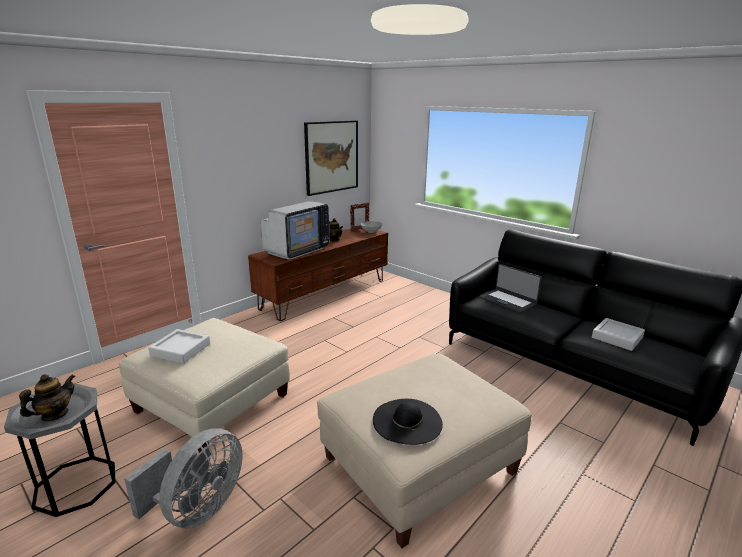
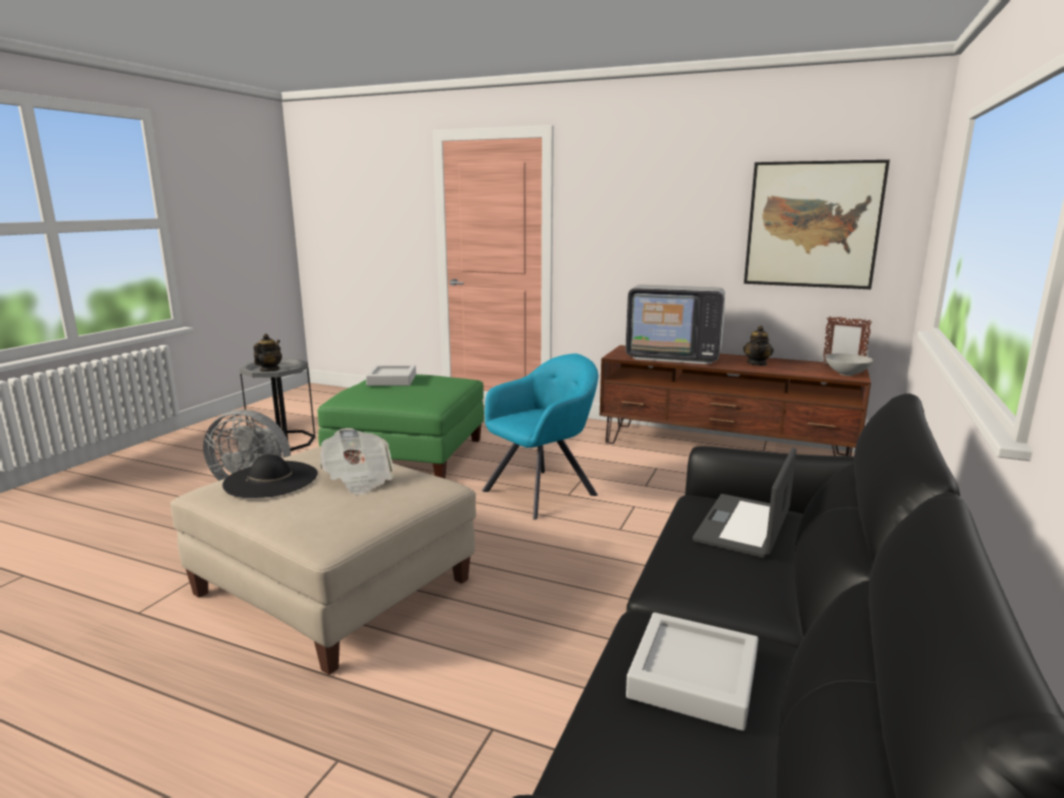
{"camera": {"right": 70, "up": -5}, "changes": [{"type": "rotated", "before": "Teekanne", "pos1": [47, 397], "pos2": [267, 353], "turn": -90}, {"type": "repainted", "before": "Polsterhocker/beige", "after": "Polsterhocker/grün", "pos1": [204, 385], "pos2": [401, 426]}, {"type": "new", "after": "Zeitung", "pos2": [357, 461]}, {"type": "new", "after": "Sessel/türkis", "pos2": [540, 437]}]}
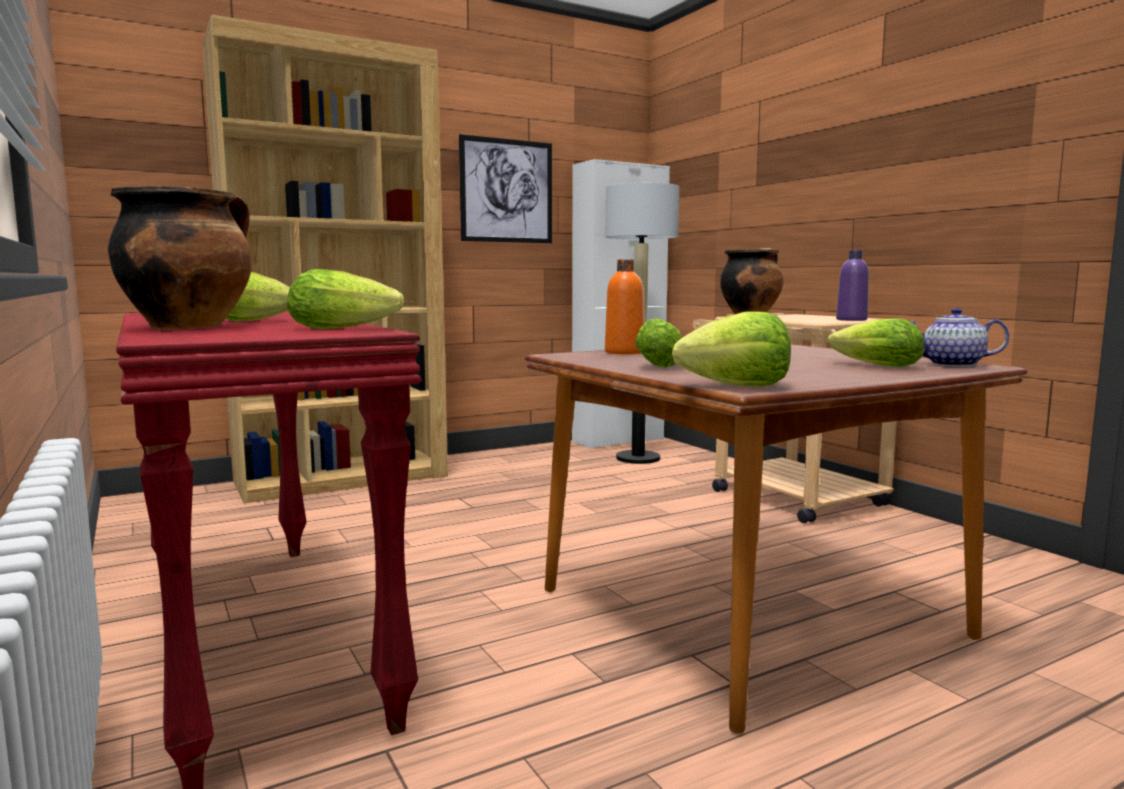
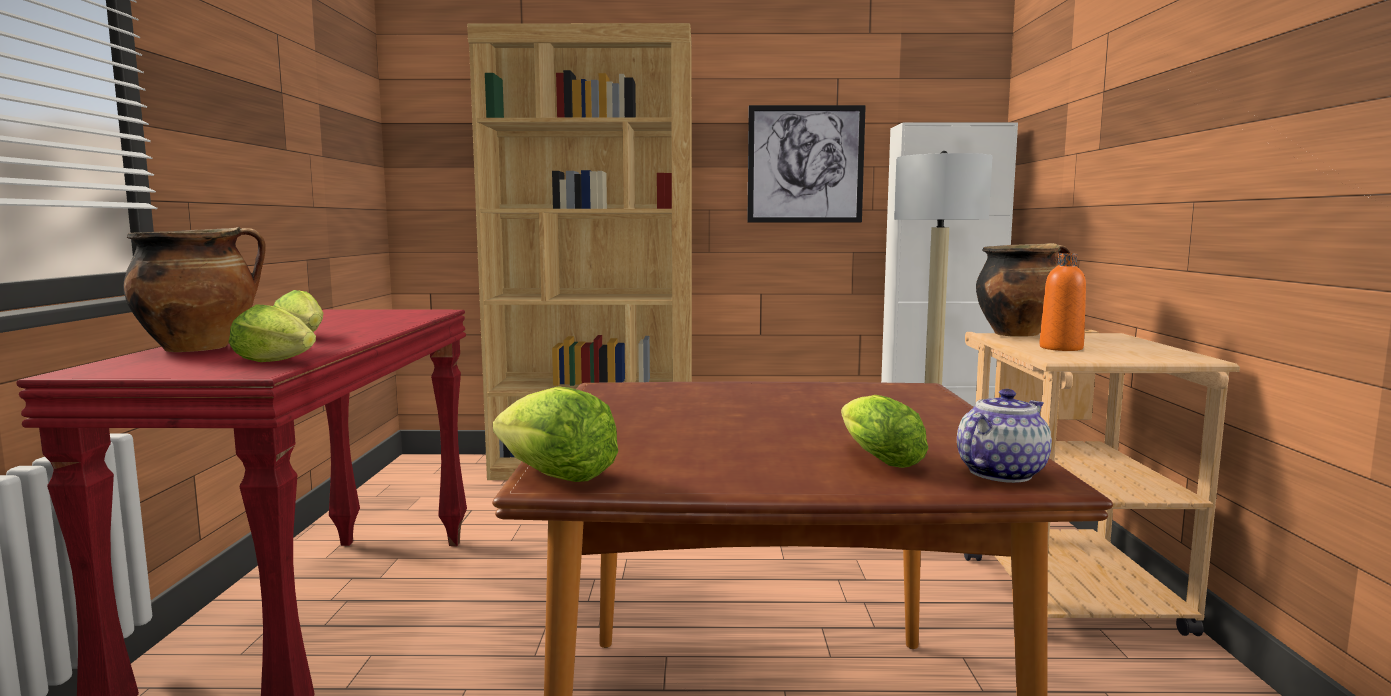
{"camera": {"right": 30, "up": 0}, "changes": [{"type": "rotated", "before": "Teekanne", "pos1": [959, 337], "pos2": [1004, 436], "turn": 90}, {"type": "shifted", "before": "Flasche/orange", "pos1": [624, 306], "pos2": [1062, 302]}, {"type": "gone", "before": "Salatkopf", "pos1": [658, 343]}, {"type": "gone", "before": "Flasche/lila", "pos1": [852, 285]}]}
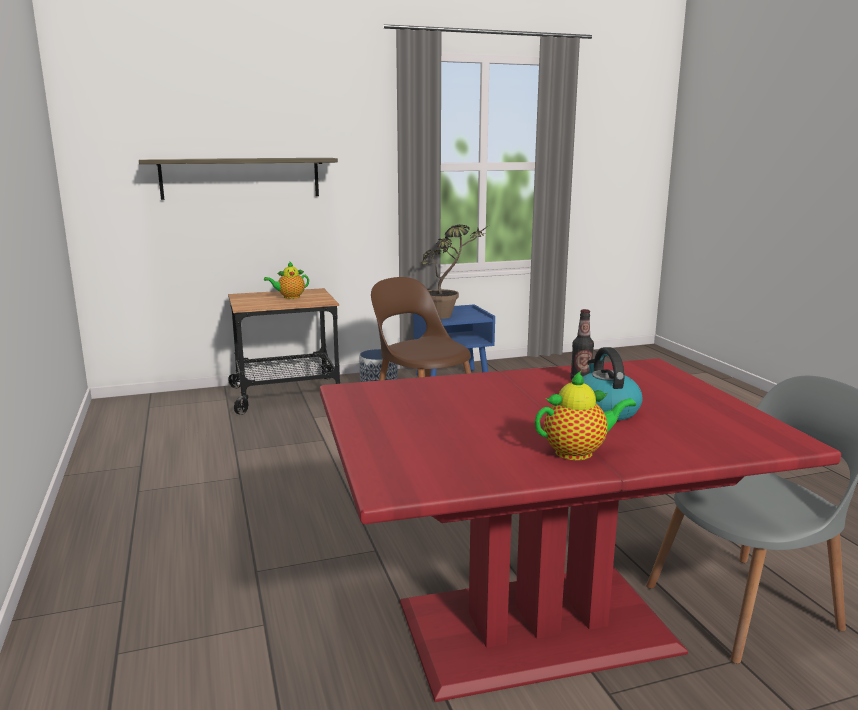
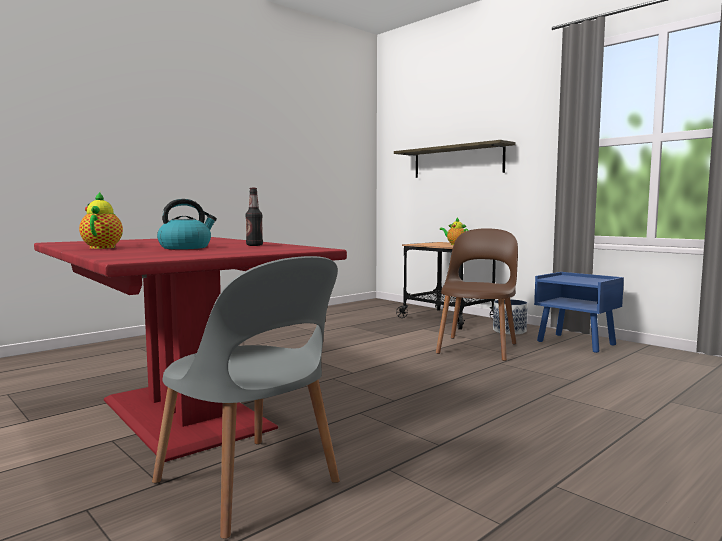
{"camera": {"right": 65, "up": -10}, "changes": [{"type": "rotated", "before": "Teekanne", "pos1": [585, 415], "pos2": [101, 220], "turn": -150}, {"type": "gone", "before": "Topfpflanze", "pos1": [454, 272]}]}
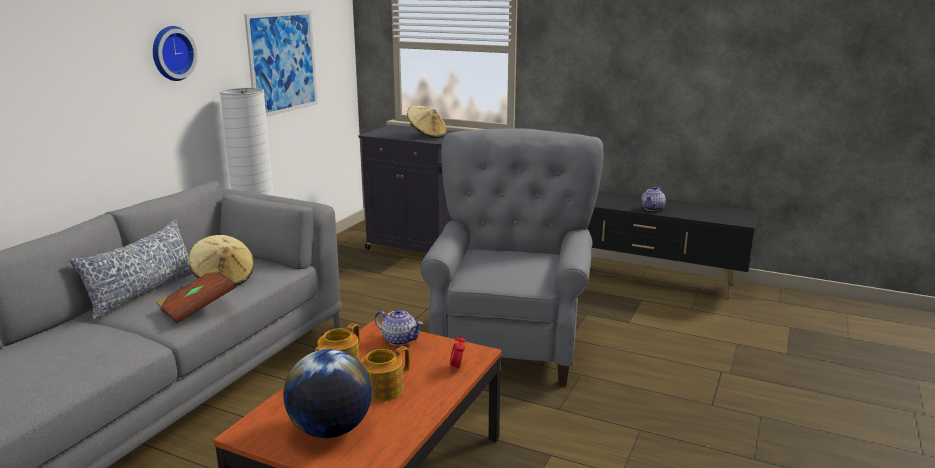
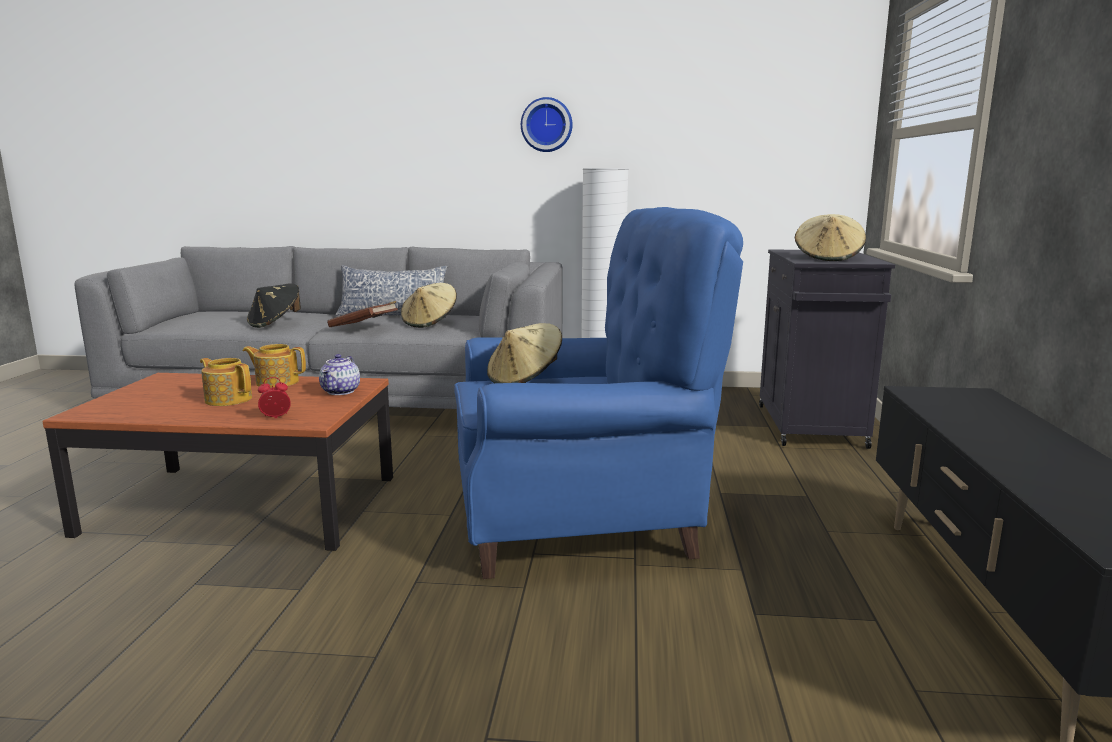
{"camera": {"right": 70, "up": -5}, "changes": [{"type": "new", "after": "Hut/schwarz", "pos2": [274, 305]}, {"type": "repainted", "before": "Sessel/grau", "after": "Sessel/blau", "pos1": [511, 257], "pos2": [598, 393]}, {"type": "new", "after": "Hut/beige", "pos2": [524, 353]}, {"type": "gone", "before": "Bild", "pos1": [281, 63]}, {"type": "gone", "before": "Globus", "pos1": [327, 393]}, {"type": "gone", "before": "Teekanne", "pos1": [653, 199]}]}
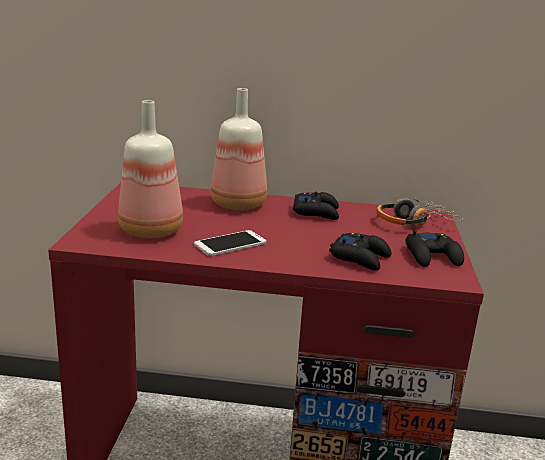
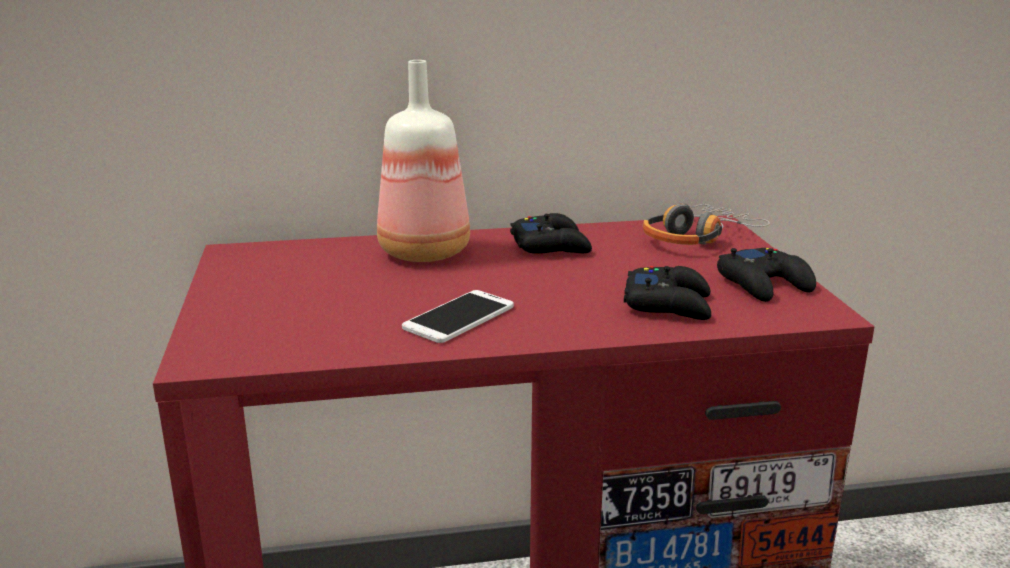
{"camera": {"right": -15, "up": 0}, "changes": [{"type": "gone", "before": "Flasche", "pos1": [150, 169]}]}
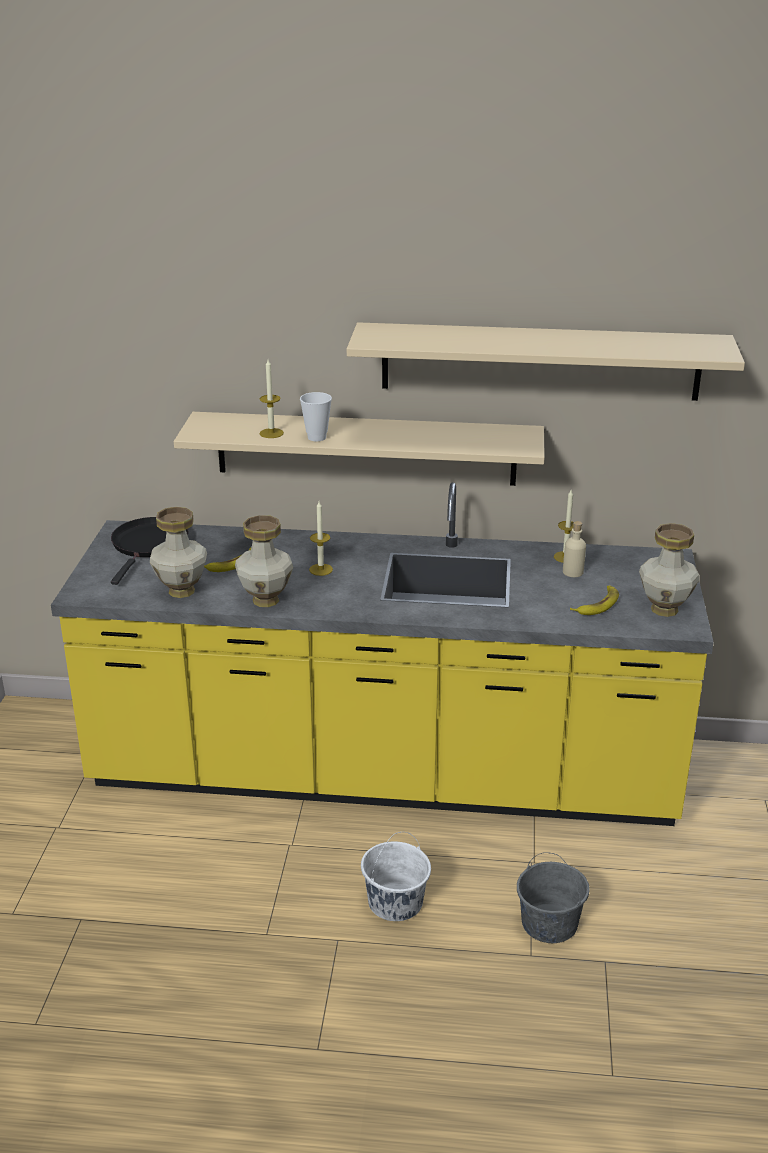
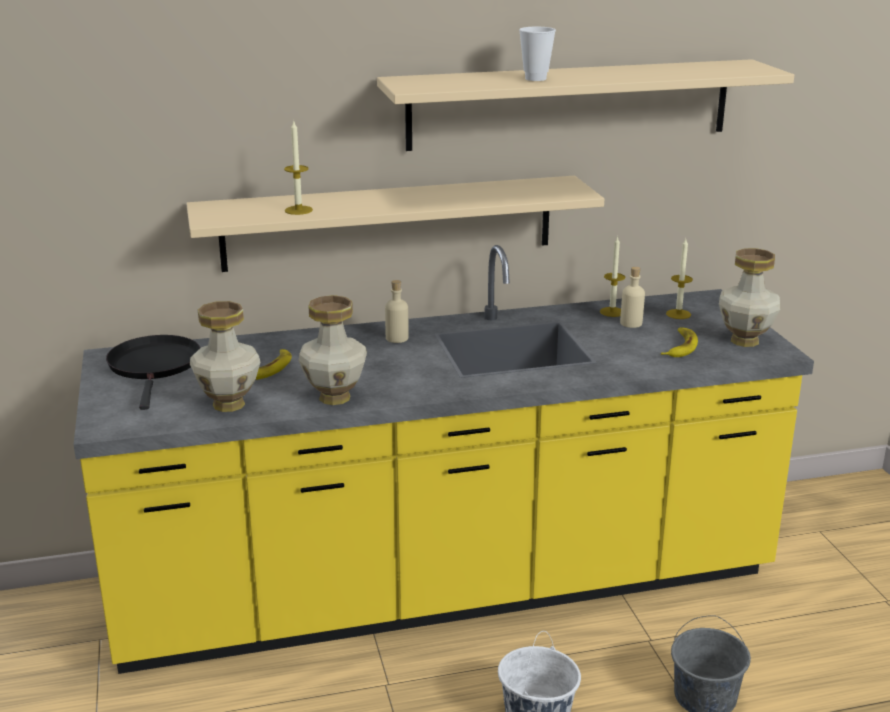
{"camera": {"right": -20, "up": -5}, "changes": [{"type": "new", "after": "Flasche/beige", "pos2": [396, 311]}, {"type": "shifted", "before": "Tasse", "pos1": [316, 416], "pos2": [537, 54]}, {"type": "shifted", "before": "Kerze", "pos1": [321, 538], "pos2": [679, 279]}]}
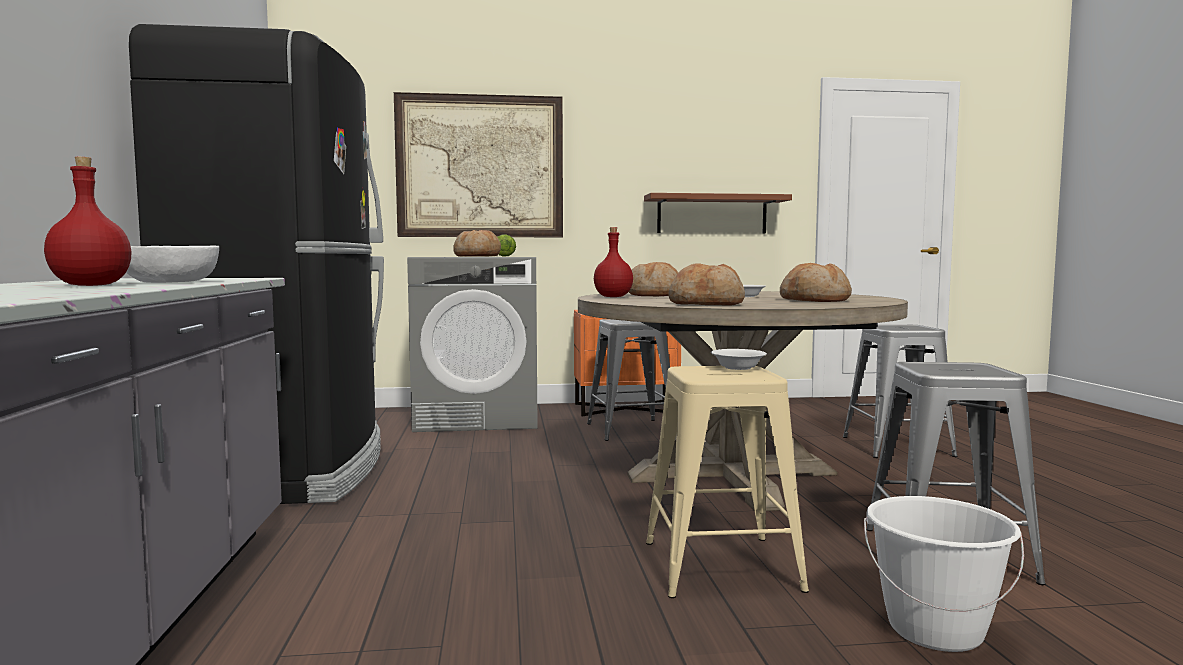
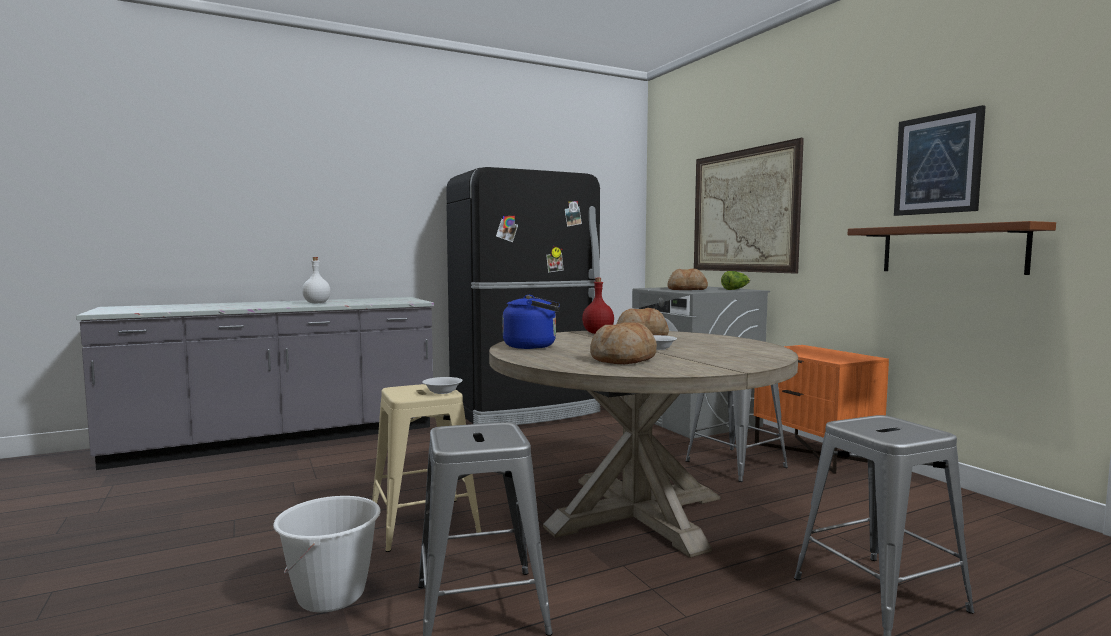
{"camera": {"right": 70, "up": 0}, "changes": [{"type": "repainted", "before": "Flasche/rot", "after": "Flasche/weiß", "pos1": [88, 221], "pos2": [316, 280]}, {"type": "swapped", "before": "Brot", "after": "Wasserkessel/blau", "pos1": [706, 284], "pos2": [531, 322]}, {"type": "new", "after": "Bild", "pos2": [940, 160]}, {"type": "gone", "before": "Schüssel/weiß", "pos1": [172, 264]}]}
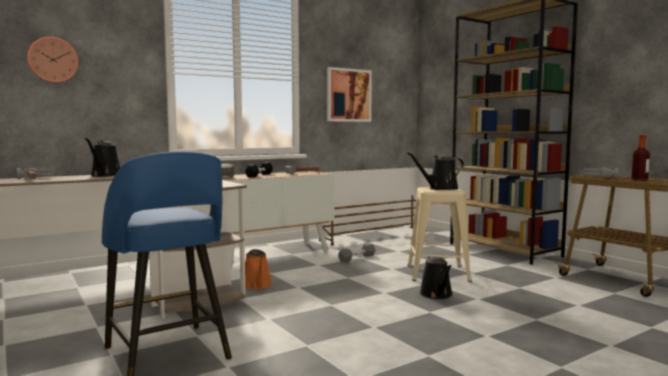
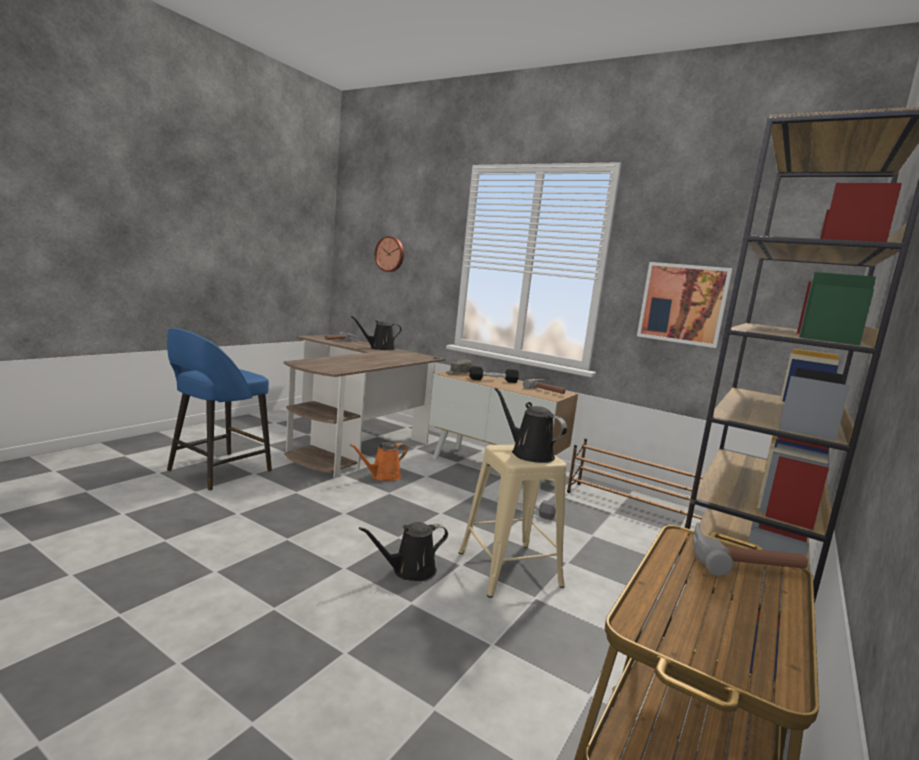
{"camera": {"right": 65, "up": 5}, "changes": [{"type": "gone", "before": "Flasche", "pos1": [640, 158]}]}
